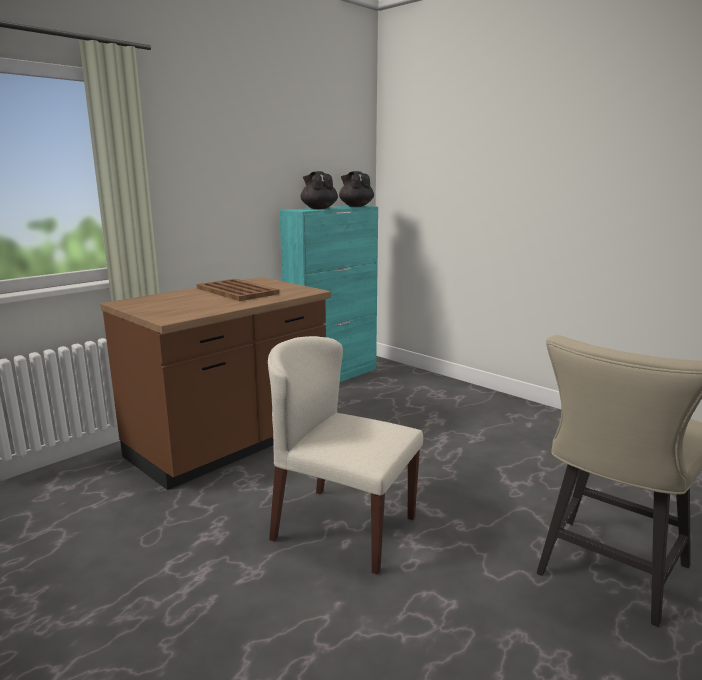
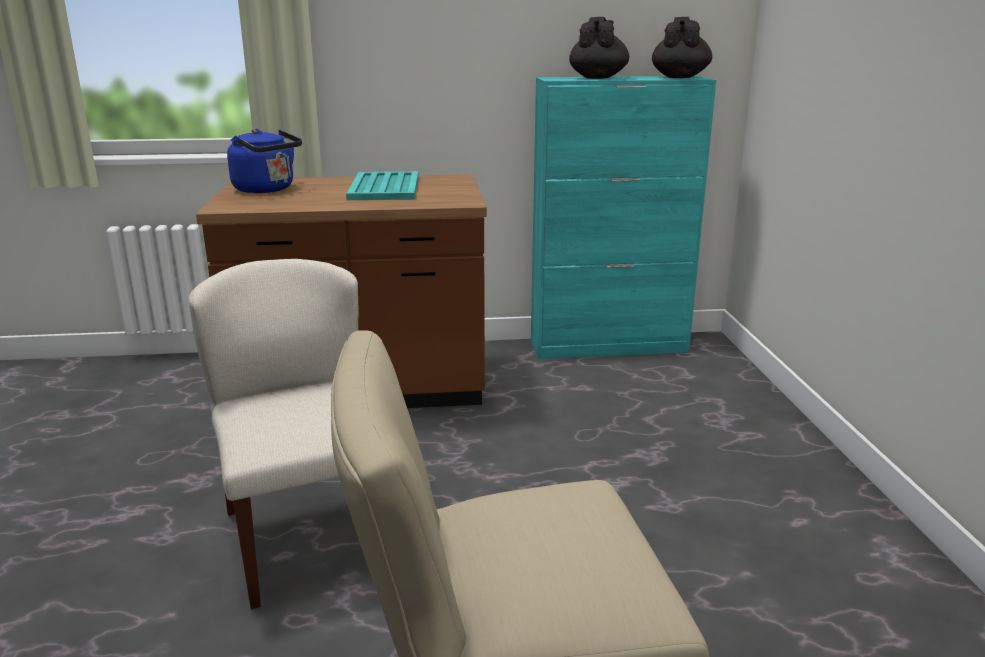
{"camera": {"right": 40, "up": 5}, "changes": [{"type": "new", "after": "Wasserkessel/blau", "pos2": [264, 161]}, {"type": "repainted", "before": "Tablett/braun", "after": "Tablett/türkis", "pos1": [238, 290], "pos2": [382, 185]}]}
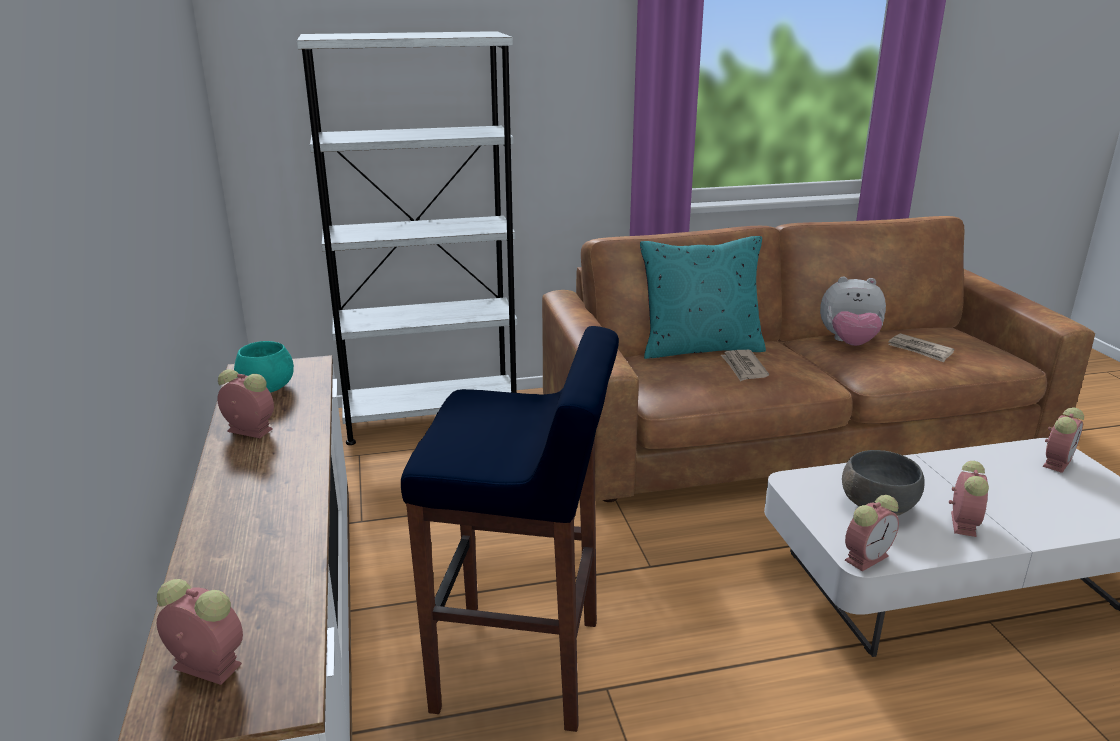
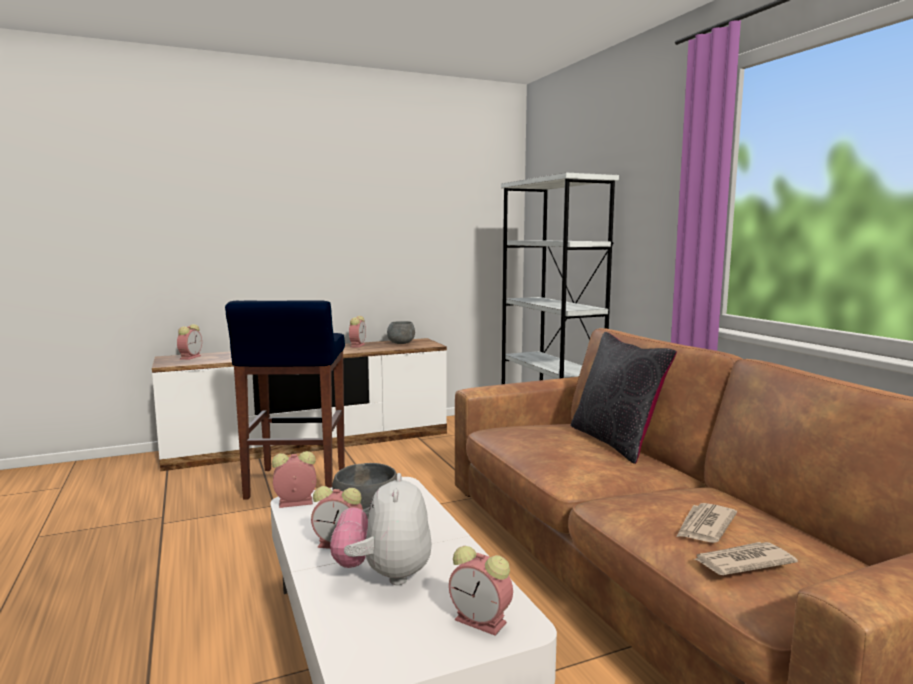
{"camera": {"right": 80, "up": -15}, "changes": [{"type": "rotated", "before": "Wecker", "pos1": [872, 533], "pos2": [294, 479], "turn": 120}, {"type": "shifted", "before": "Plüschtier", "pos1": [853, 311], "pos2": [381, 529]}, {"type": "repainted", "before": "Schüssel/türkis", "after": "Schüssel/grau", "pos1": [264, 367], "pos2": [401, 332]}, {"type": "repainted", "before": "Kissen/türkis", "after": "Kissen/schwarz", "pos1": [703, 297], "pos2": [624, 398]}, {"type": "shifted", "before": "Zeitung", "pos1": [745, 365], "pos2": [745, 558]}]}
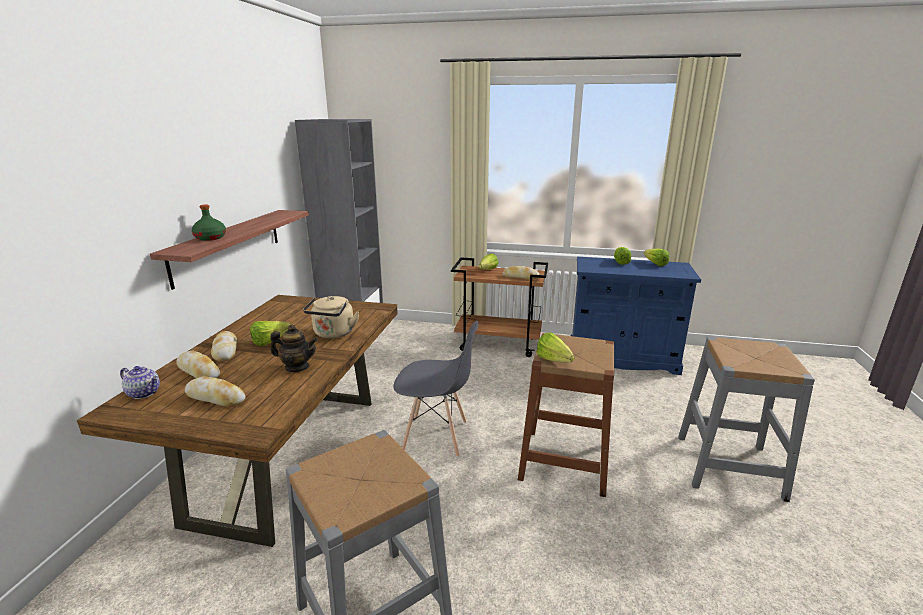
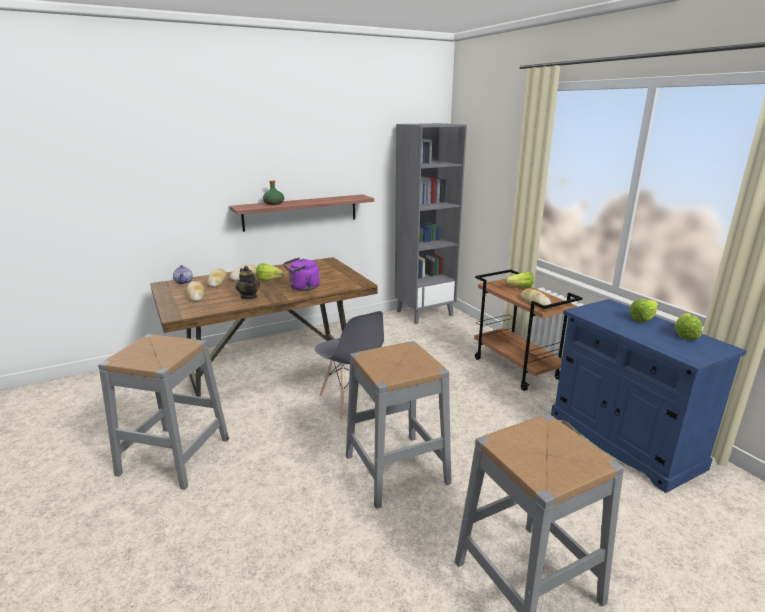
{"camera": {"right": 50, "up": 0}, "changes": [{"type": "repainted", "before": "Wasserkessel/beige", "after": "Wasserkessel/lila", "pos1": [331, 317], "pos2": [301, 274]}, {"type": "repainted", "before": "Hocker/braun", "after": "Hocker/grau", "pos1": [566, 415], "pos2": [399, 425]}, {"type": "gone", "before": "Salatkopf", "pos1": [555, 347]}]}
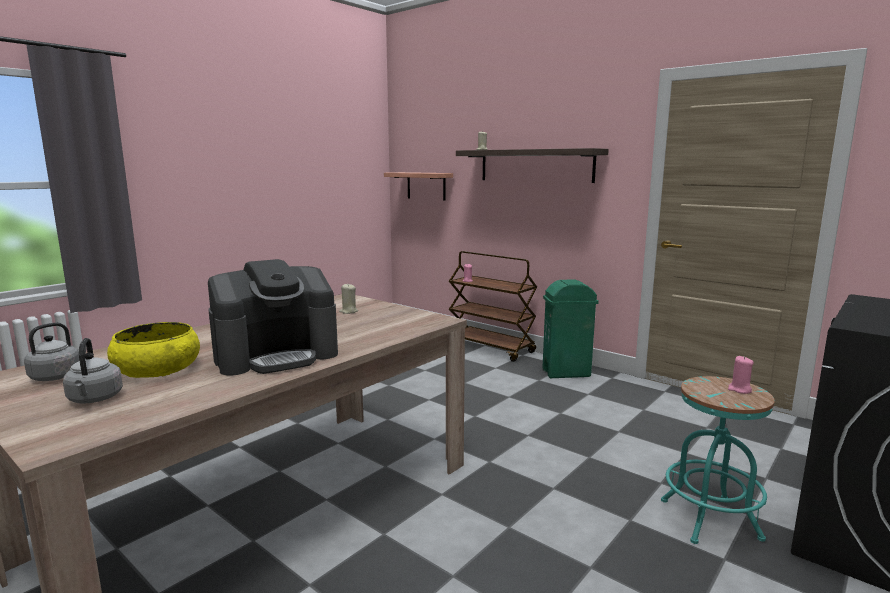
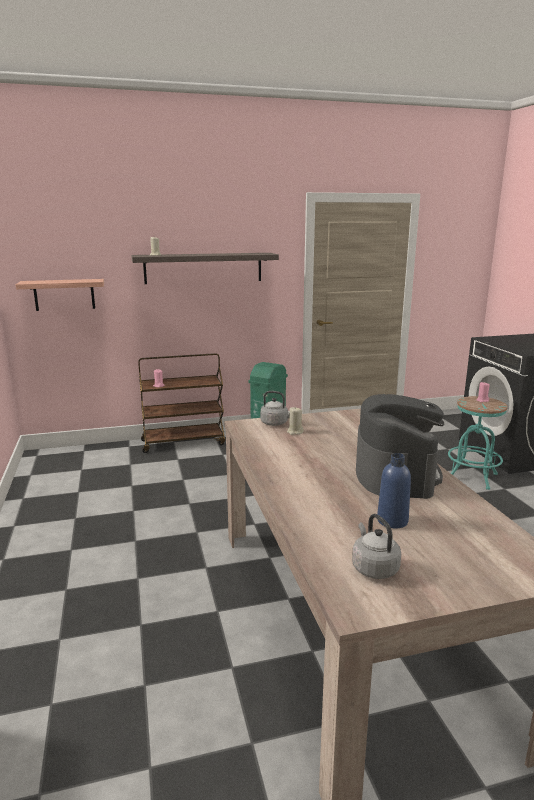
{"camera": {"right": -55, "up": 5}, "changes": [{"type": "shifted", "before": "Wasserkessel/grau", "pos1": [93, 371], "pos2": [274, 408]}, {"type": "swapped", "before": "Schüssel/gelb", "after": "Flasche/blau", "pos1": [153, 350], "pos2": [394, 491]}]}
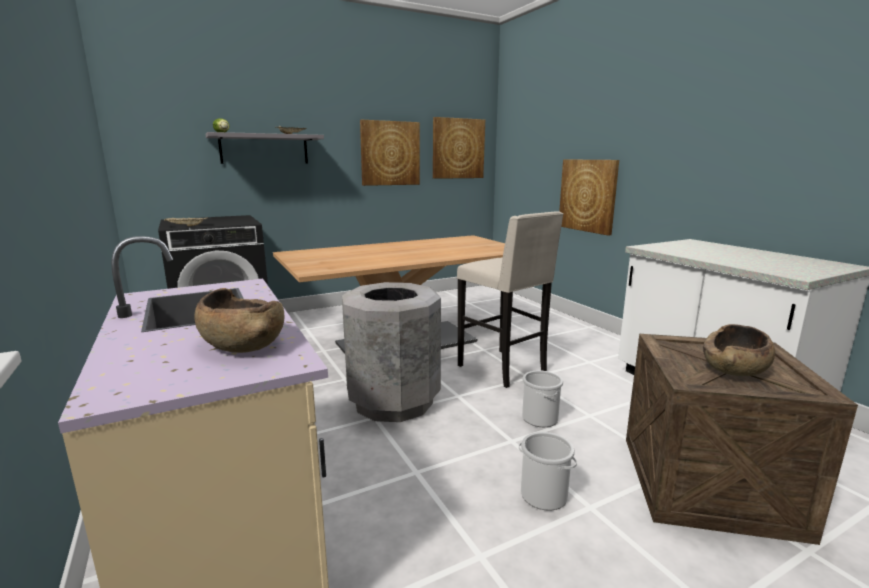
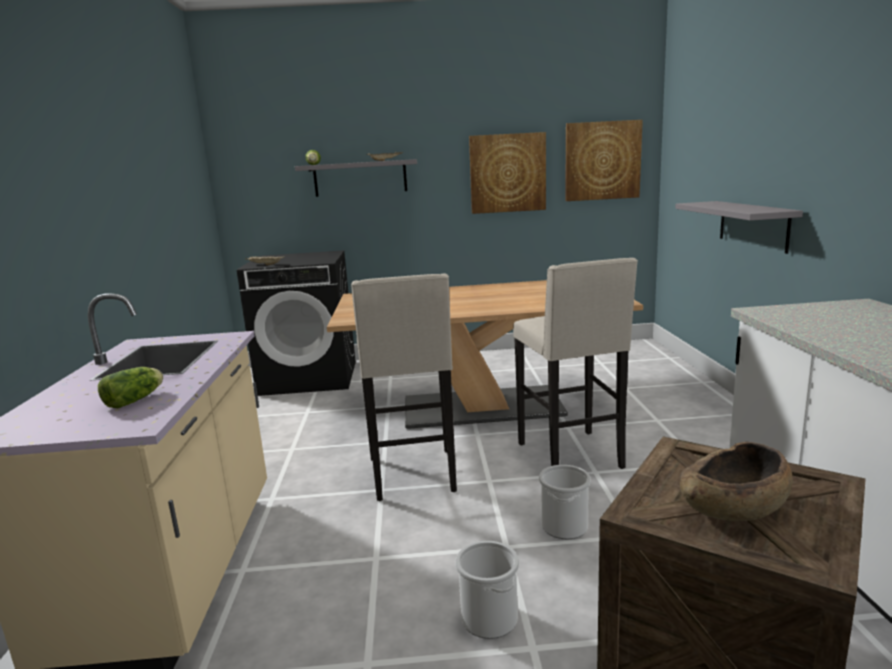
{"camera": {"right": 25, "up": 0}, "changes": [{"type": "swapped", "before": "Schüssel/braun", "after": "Salatkopf", "pos1": [239, 320], "pos2": [130, 387]}, {"type": "swapped", "before": "Mülleimer/grau", "after": "Hocker/beige", "pos1": [391, 352], "pos2": [404, 387]}, {"type": "swapped", "before": "Bild", "after": "Wandregal/grau", "pos1": [589, 197], "pos2": [739, 227]}]}
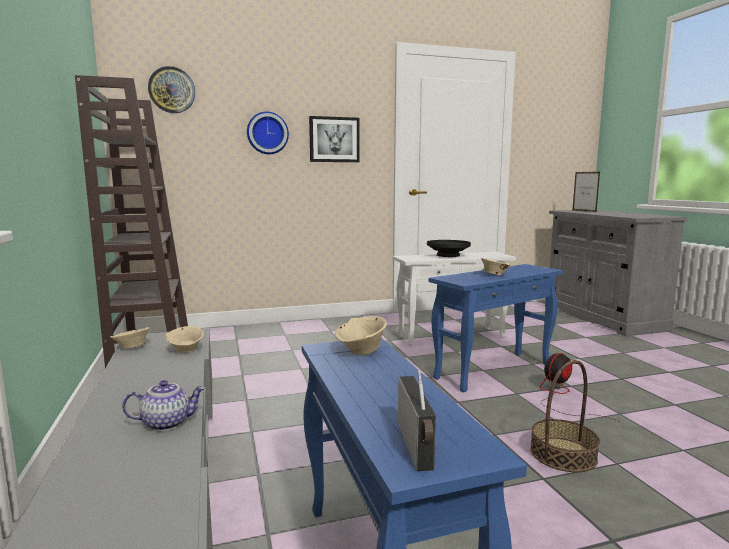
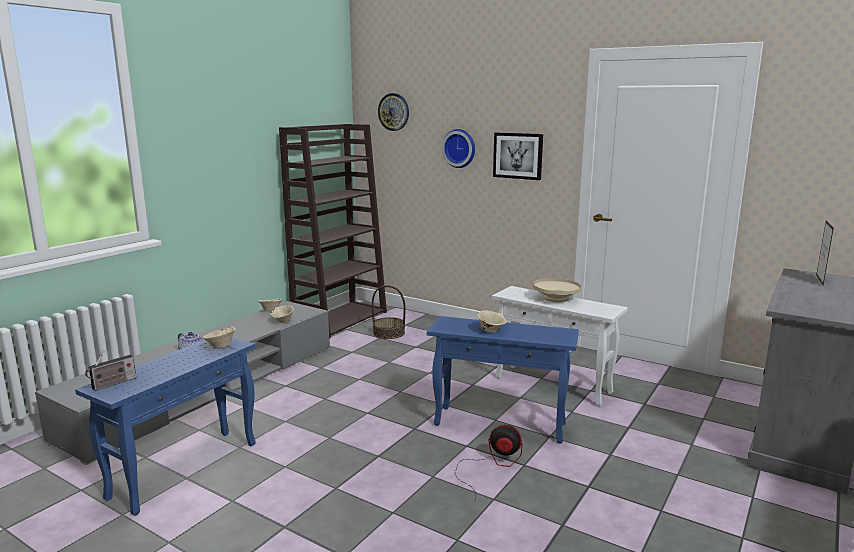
{"camera": {"right": 50, "up": 5}, "changes": [{"type": "shifted", "before": "Korb", "pos1": [565, 416], "pos2": [389, 312]}, {"type": "repainted", "before": "Schüssel/schwarz", "after": "Schüssel/beige", "pos1": [449, 248], "pos2": [557, 290]}]}
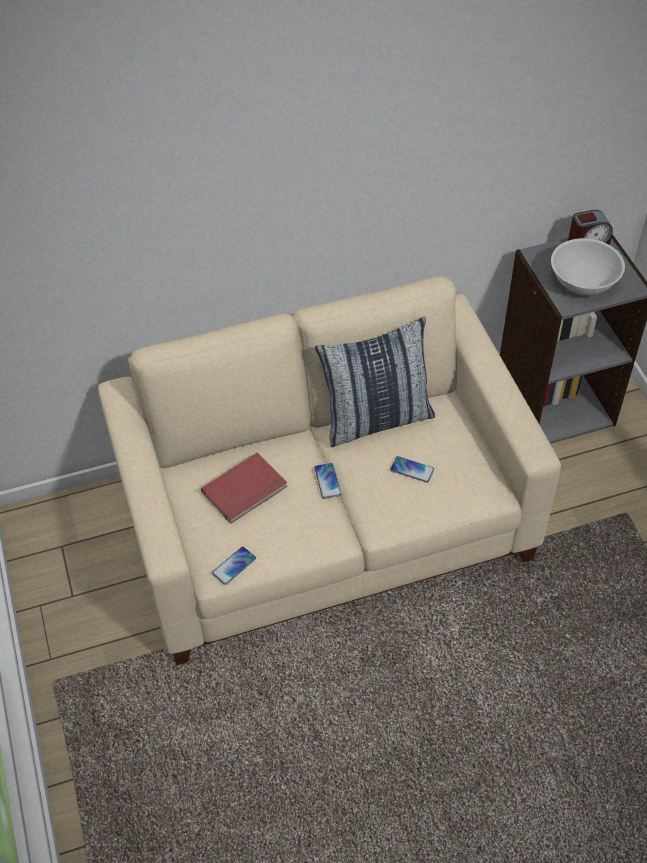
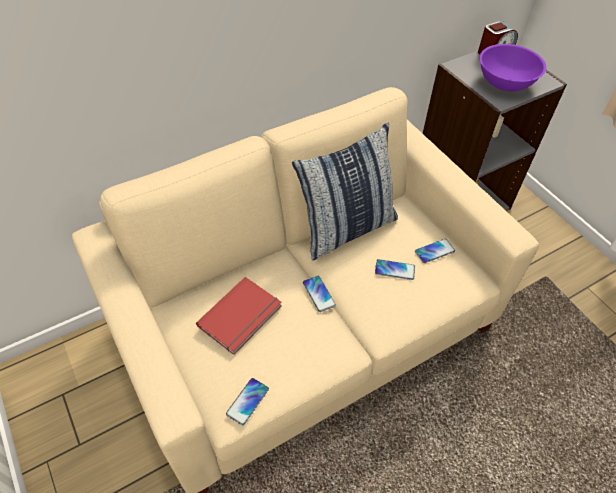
{"camera": {"right": -15, "up": 0}, "changes": [{"type": "new", "after": "Handy", "pos2": [435, 251]}, {"type": "repainted", "before": "Schüssel/weiß", "after": "Schüssel/lila", "pos1": [588, 266], "pos2": [512, 67]}]}
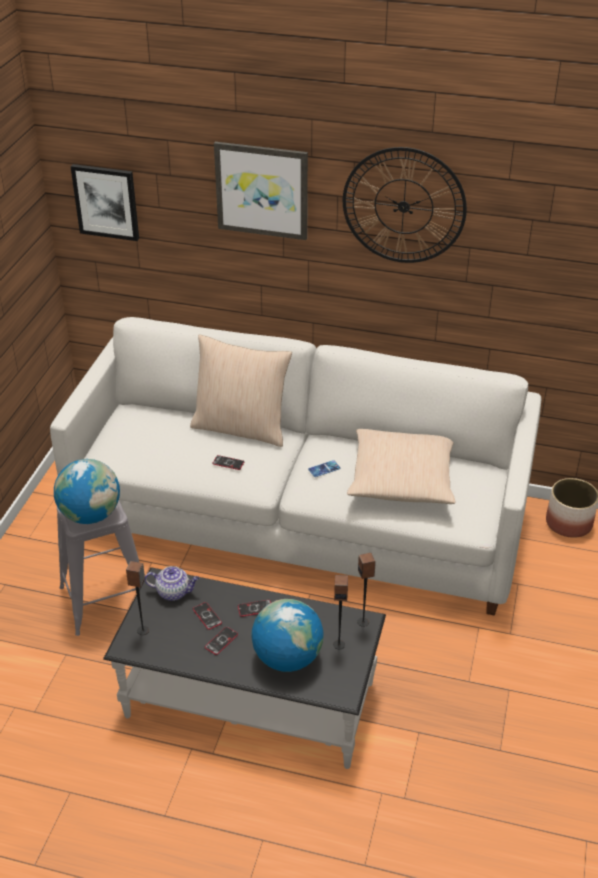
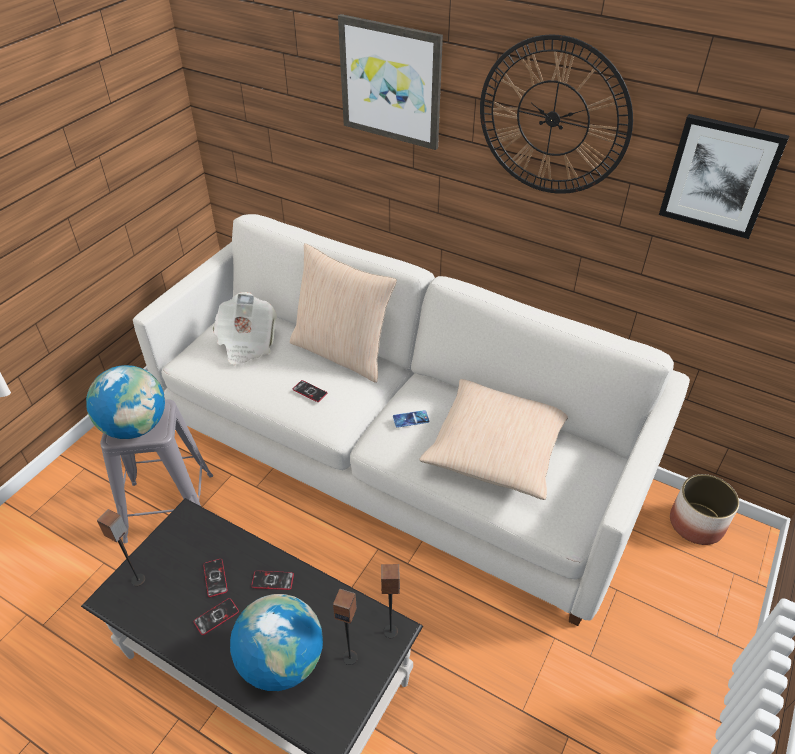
{"camera": {"right": 15, "up": 5}, "changes": [{"type": "new", "after": "Zeitung", "pos2": [244, 328]}, {"type": "shifted", "before": "Bild", "pos1": [104, 202], "pos2": [724, 176]}, {"type": "gone", "before": "Teekanne", "pos1": [172, 583]}]}
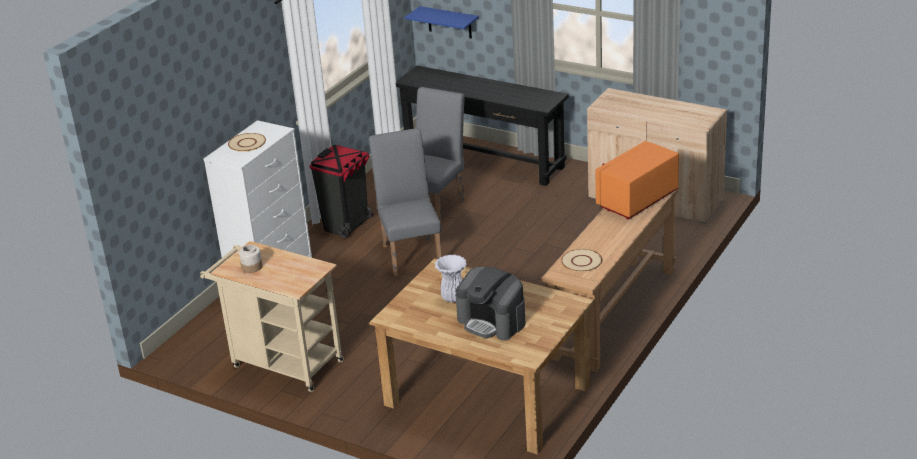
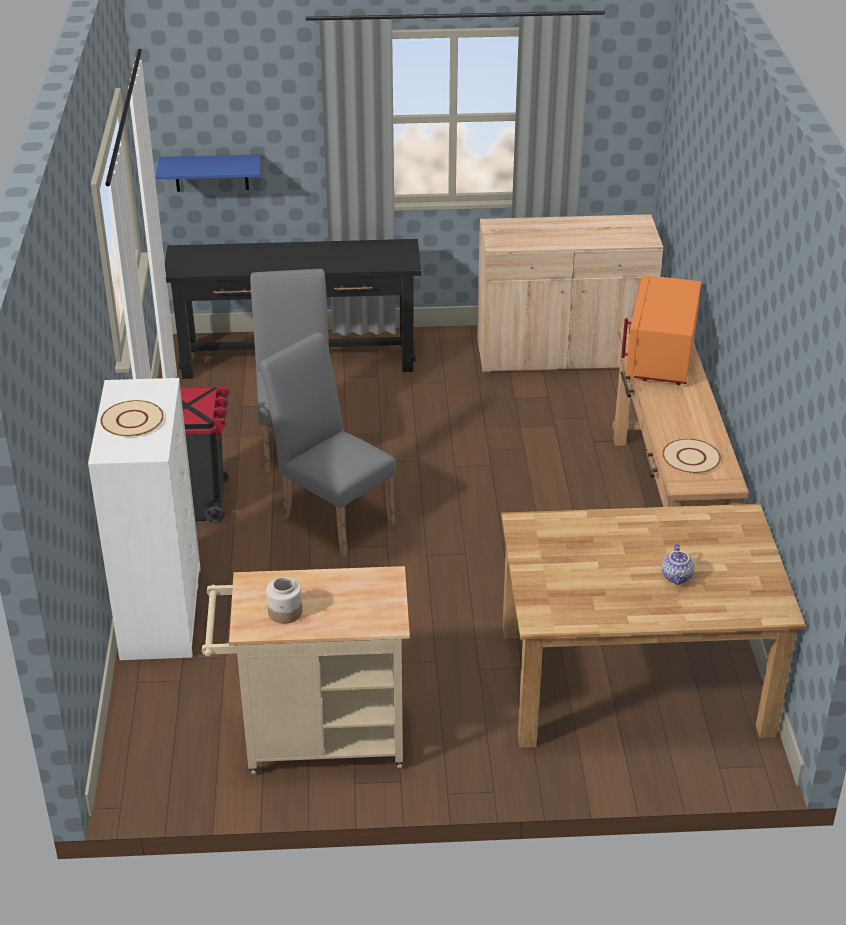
{"camera": {"right": -35, "up": 5}, "changes": [{"type": "swapped", "before": "Kaffeemaschine", "after": "Teekanne", "pos1": [491, 303], "pos2": [678, 564]}, {"type": "gone", "before": "Vase/weiß", "pos1": [451, 278]}]}
